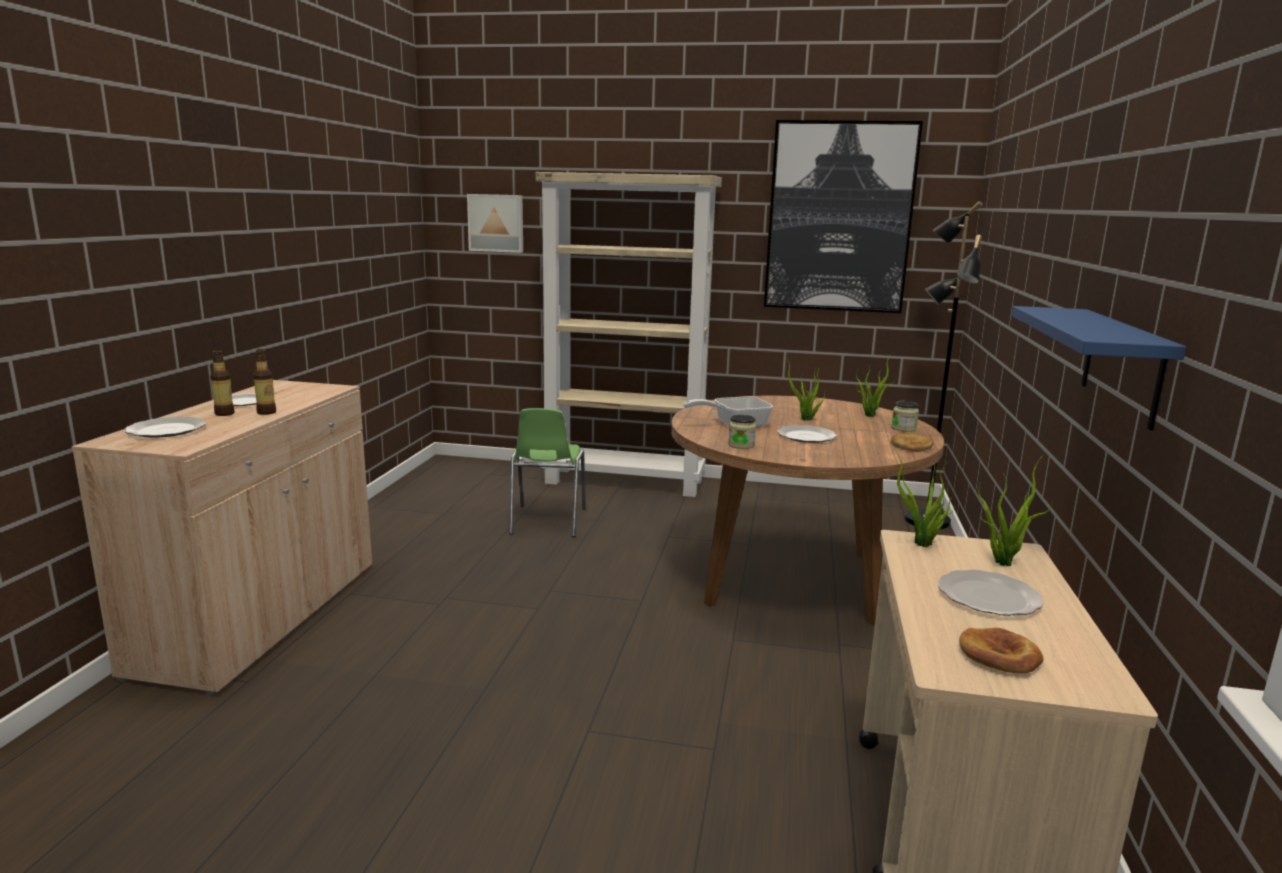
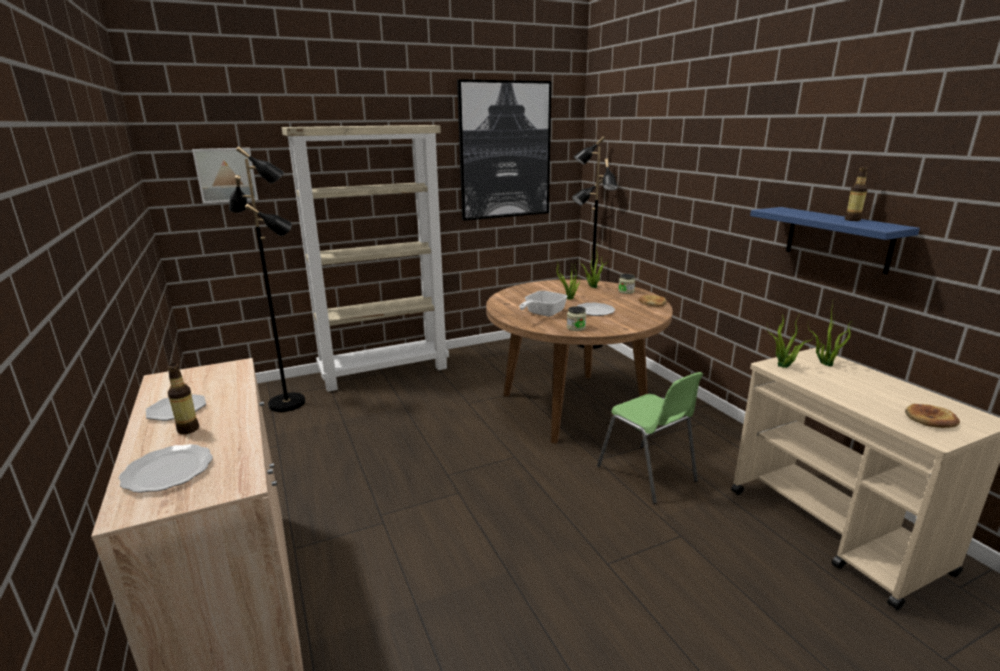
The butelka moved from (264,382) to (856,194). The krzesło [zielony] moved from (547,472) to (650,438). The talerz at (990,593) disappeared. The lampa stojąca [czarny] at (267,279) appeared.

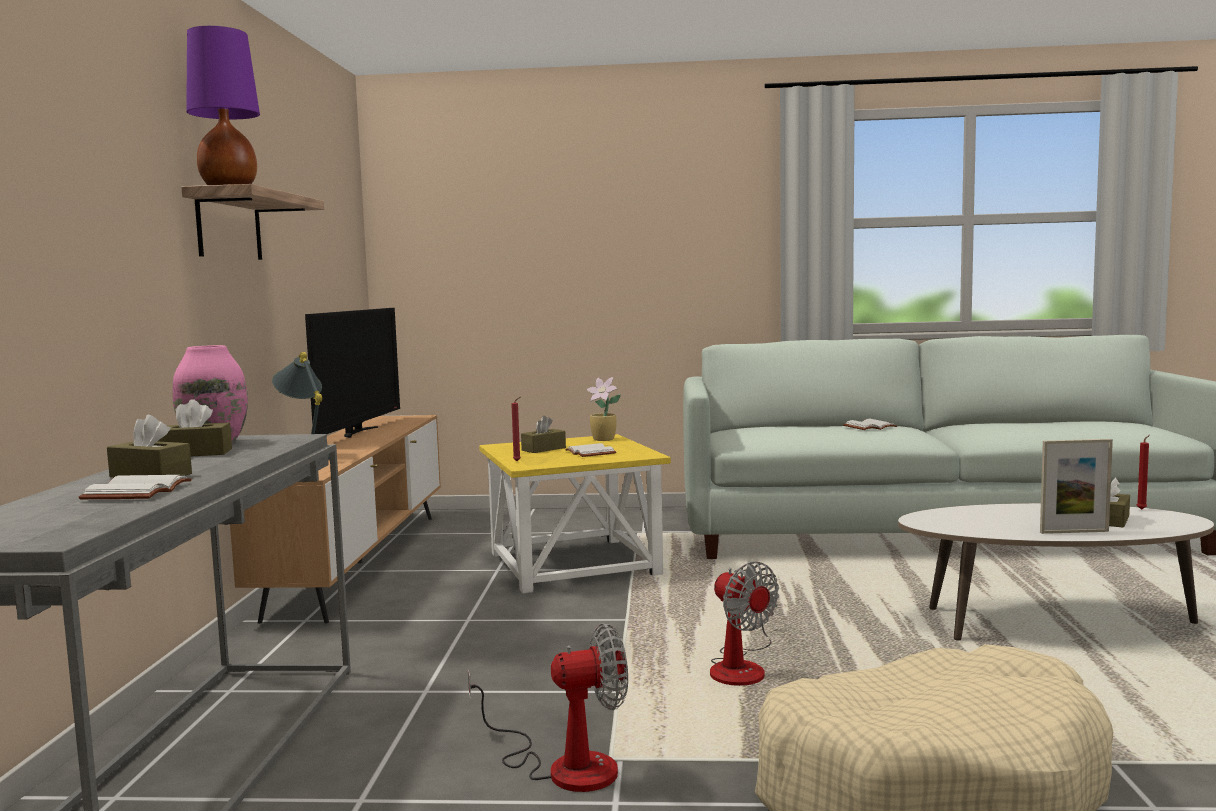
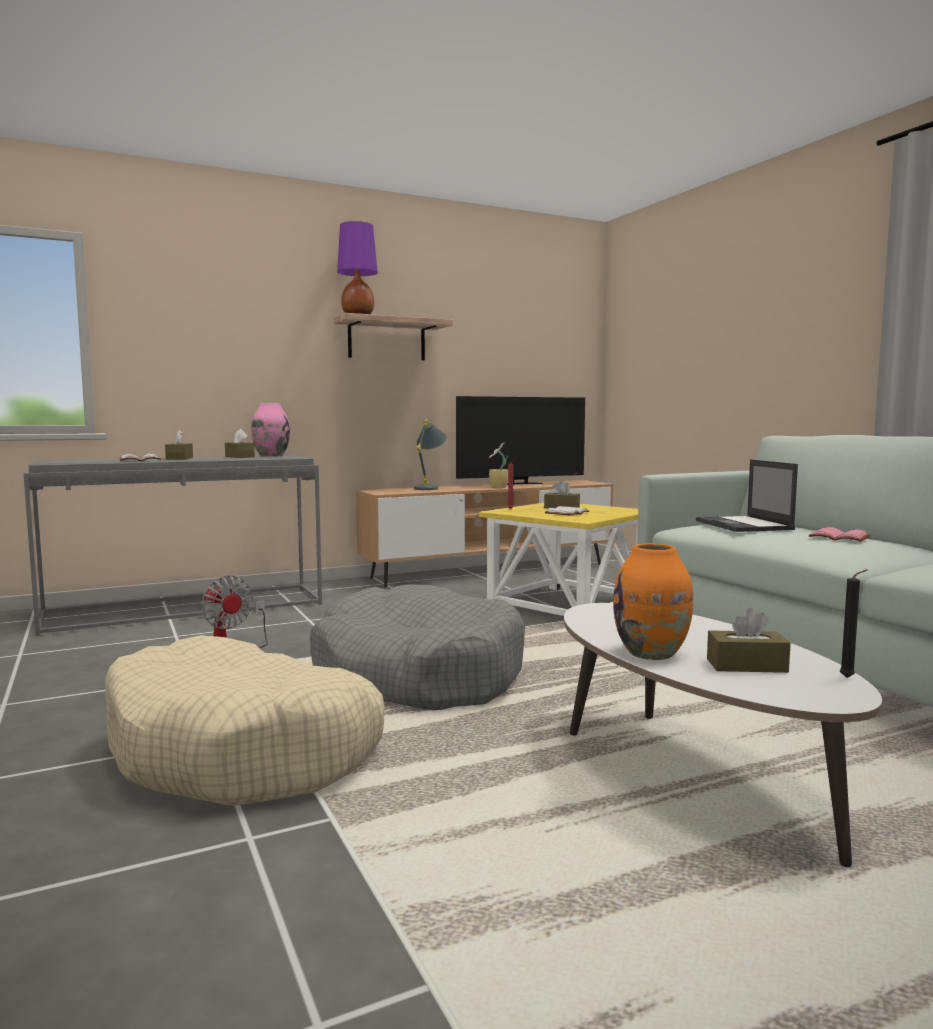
The roślina doniczkowa moved from (604,409) to (498,465). The książka [biały] at (870,424) became the książka [różowy] at (839,534). The świeca [czerwony] at (1143,472) became the świeca [czarny] at (854,623). The ramka na zdjęcie at (1076,486) was replaced by the wazon [pomarańczowy] at (653,601). The wentylator at (744,623) was replaced by the legowisko [szary] at (417,647). The laptop at (747,495) appeared.

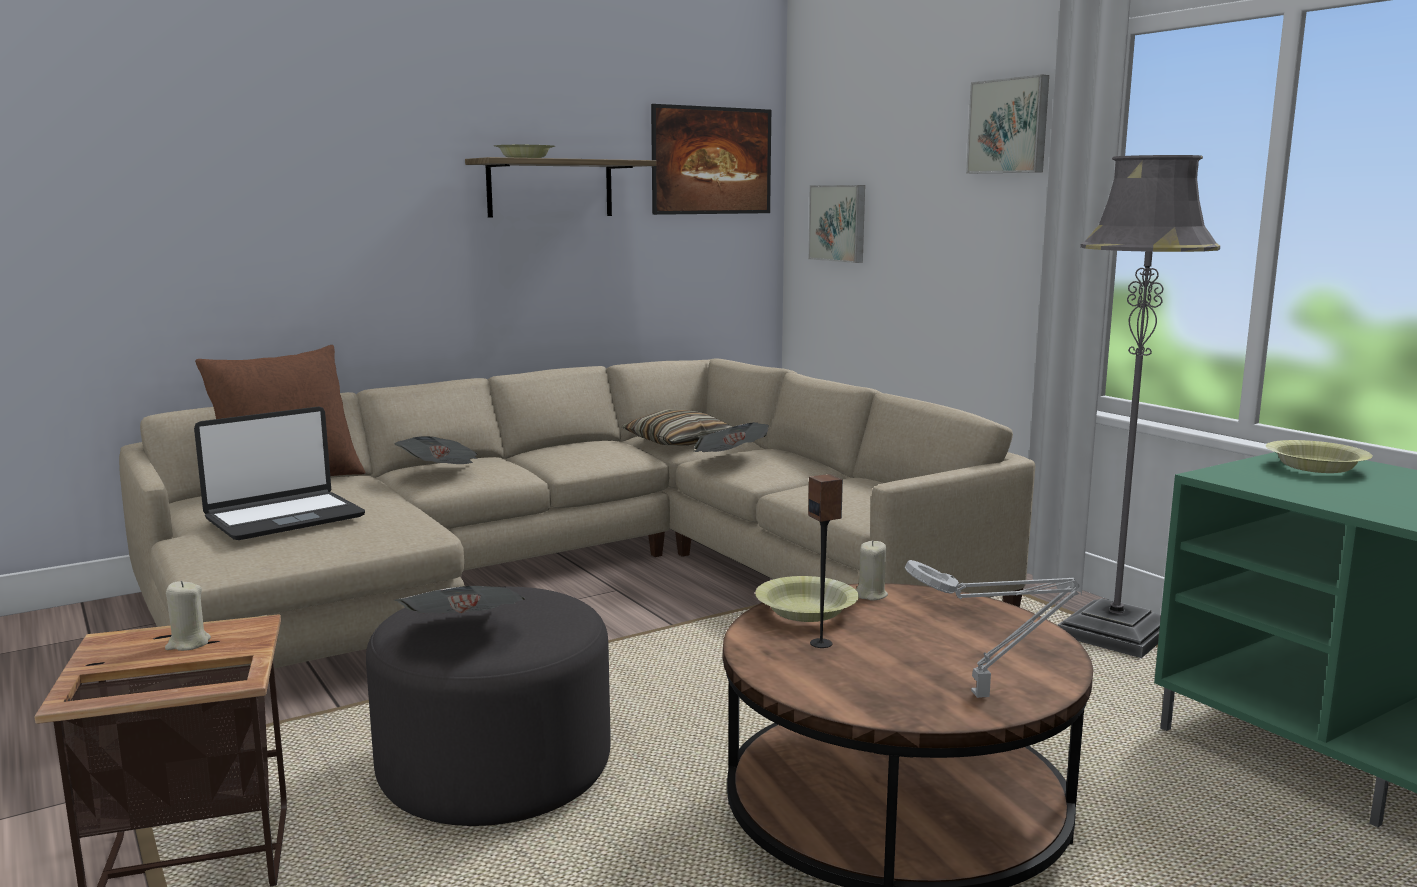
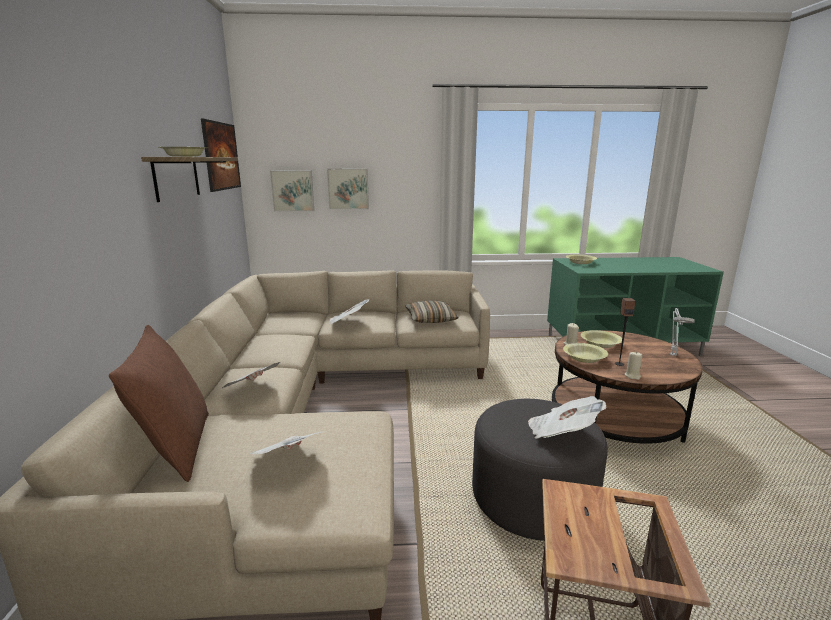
The obraz moved from (1007,124) to (348,188). The lampa stojąca [szary] at (1139,406) disappeared. The laptop at (279,473) was replaced by the gazeta at (287,443). The poduszka moved from (677,427) to (432,311). The świeca [beżowy] moved from (188,616) to (634,365). The miska [żółty] at (601,339) appeared.

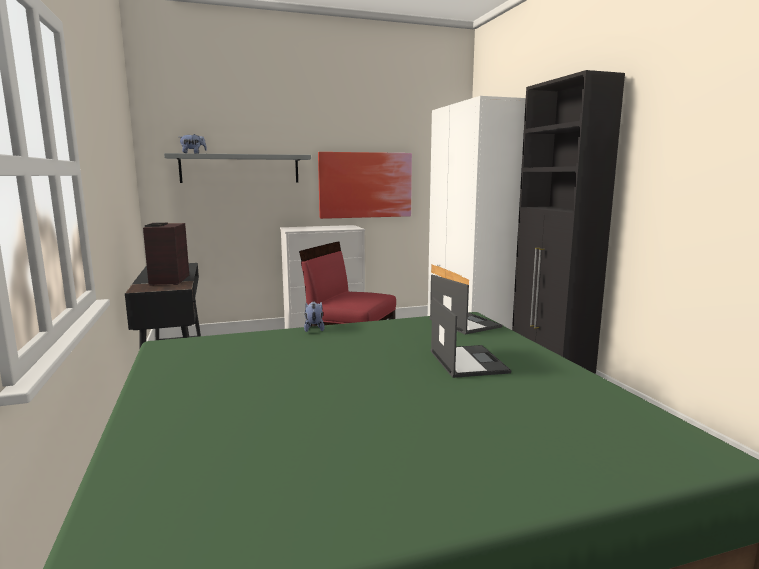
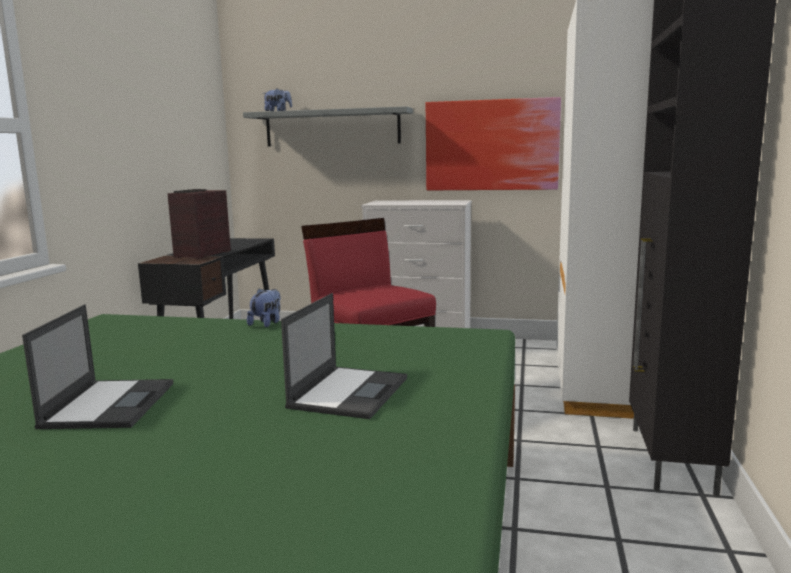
The laptop moved from (466,304) to (97,366).

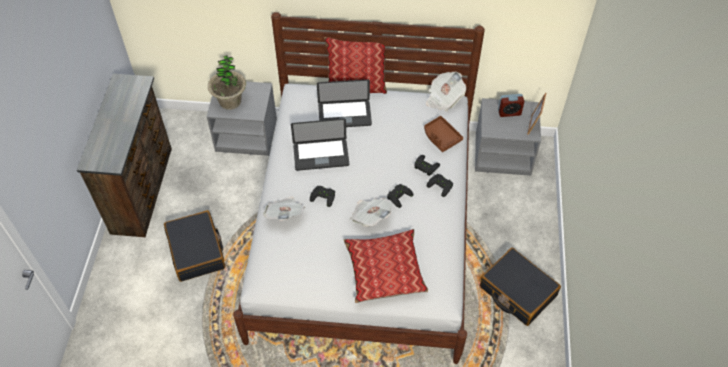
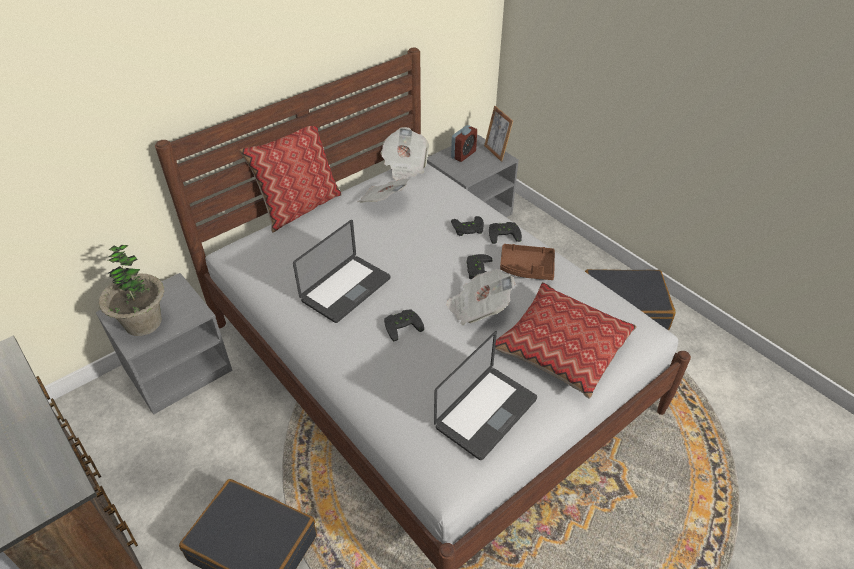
The laptop moved from (344,103) to (485,395). The taca [brązowy] moved from (443,134) to (527,262). The gazeta moved from (284,209) to (383,191).

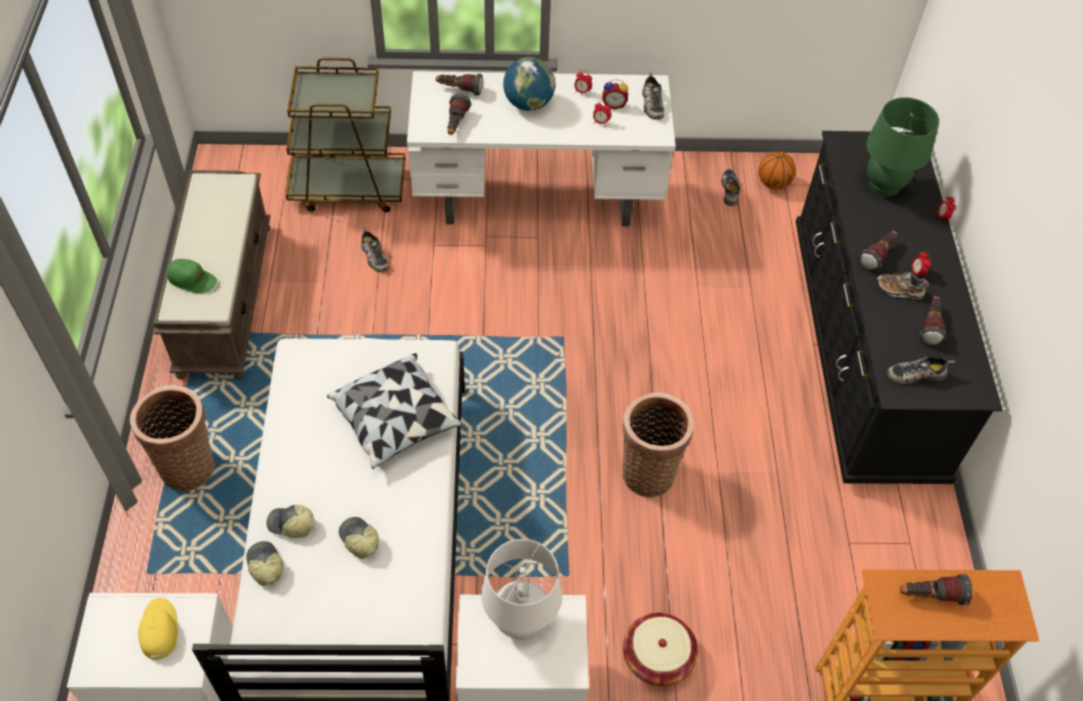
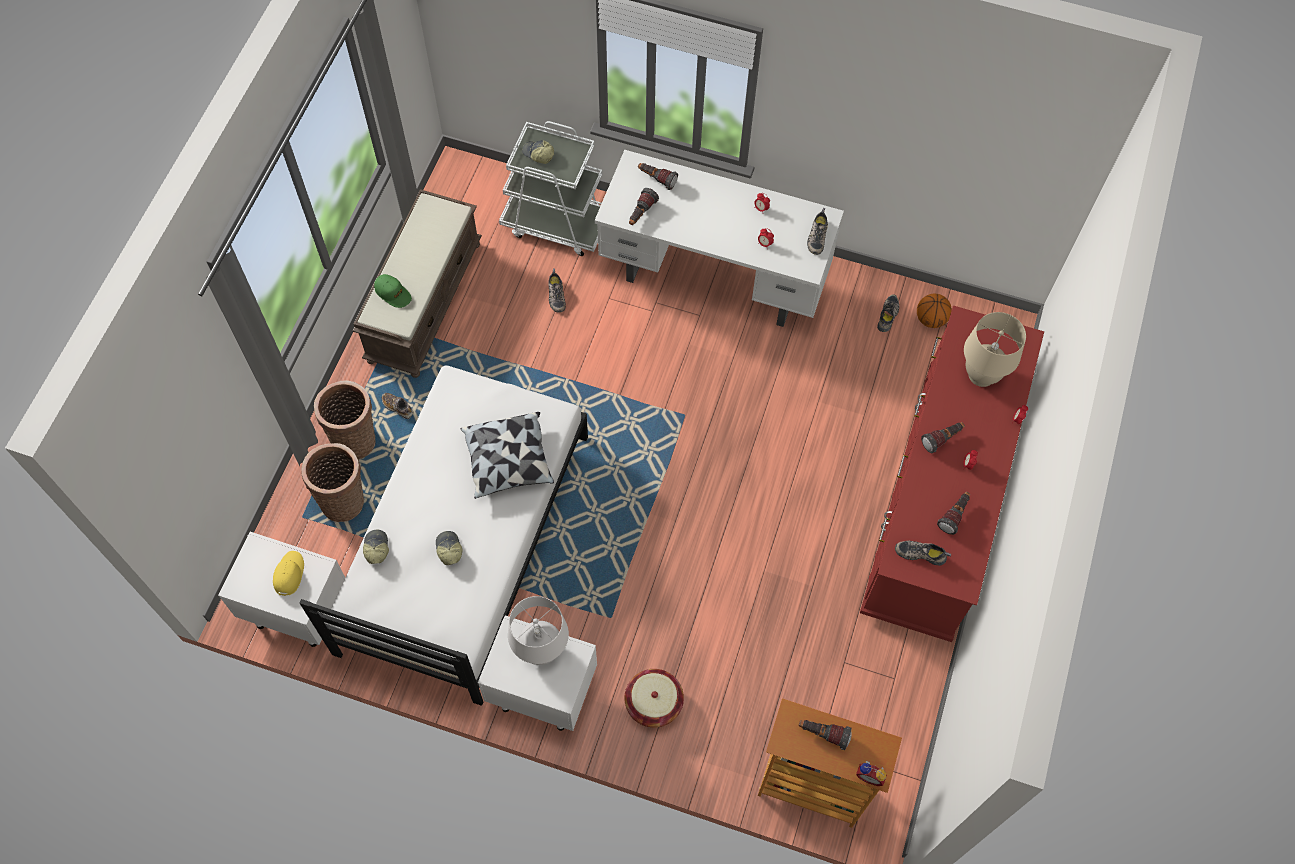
The globus at (529,84) disappeared. The wózek [brązowy] at (345,135) became the wózek [biały] at (550,188). The budzik moved from (615,94) to (871,773). The lampa stołowa [zielony] at (903,147) became the lampa stołowa [beżowy] at (995,349). The komoda [czarny] at (899,307) became the komoda [czerwony] at (952,474). The but moved from (903,285) to (397,406). The koszyk moved from (658,445) to (332,482). The czapka z daszkiem moved from (290,521) to (538,152).

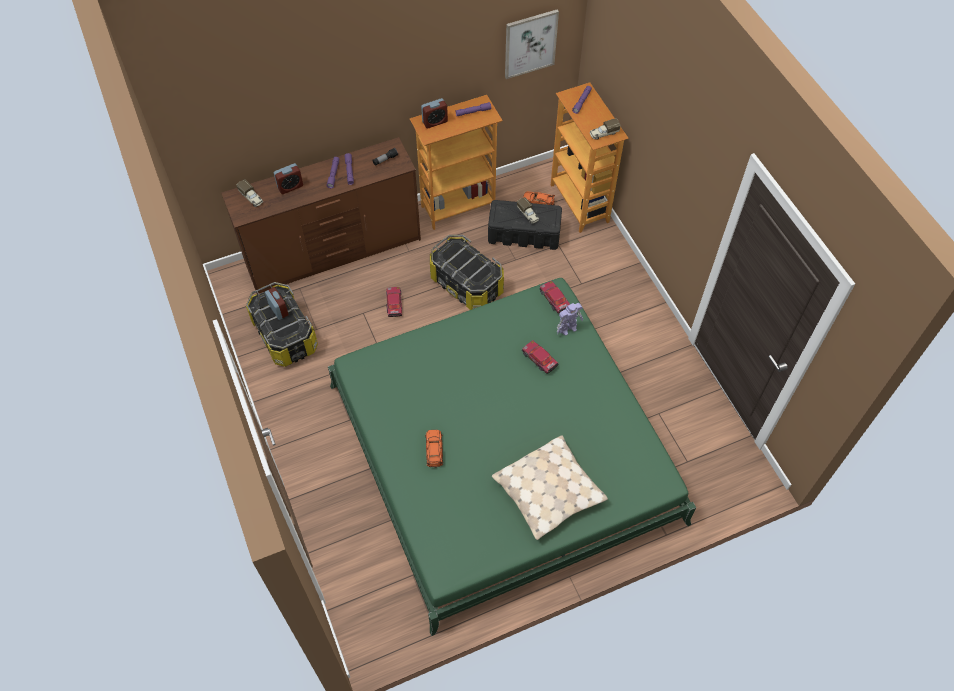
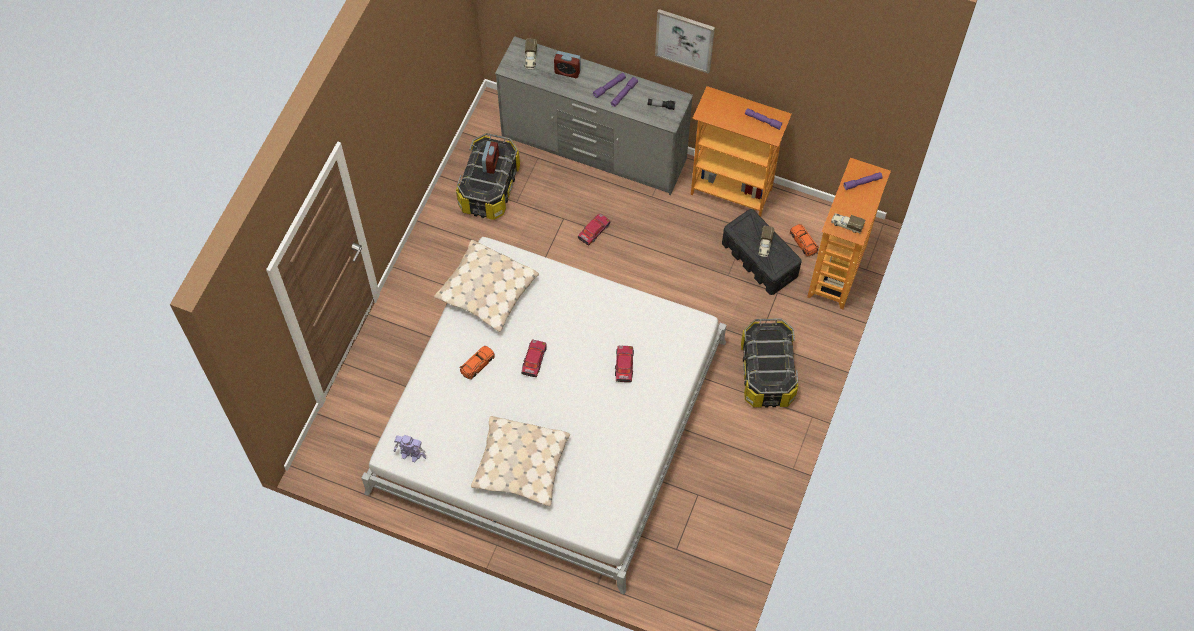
The obraz moved from (532,44) to (685,41). The budzik at (434,113) disappeared. The komoda [brązowy] at (321,216) became the komoda [szary] at (594,115). The pojemnik do przechowywania moved from (467,272) to (769,363). The łóżko [zielony] at (512,457) became the łóżko [biały] at (544,416). The samochodzik moved from (554,297) to (534,358). The robot zabawkowy moved from (570,319) to (409,448). The poduszka [beżowy] at (486,286) appeared.

